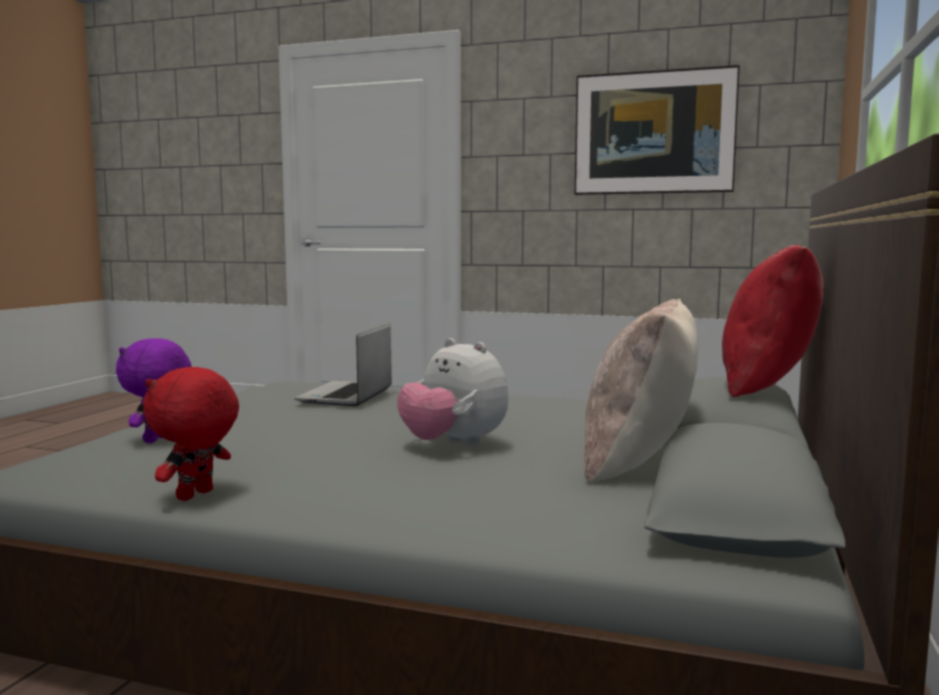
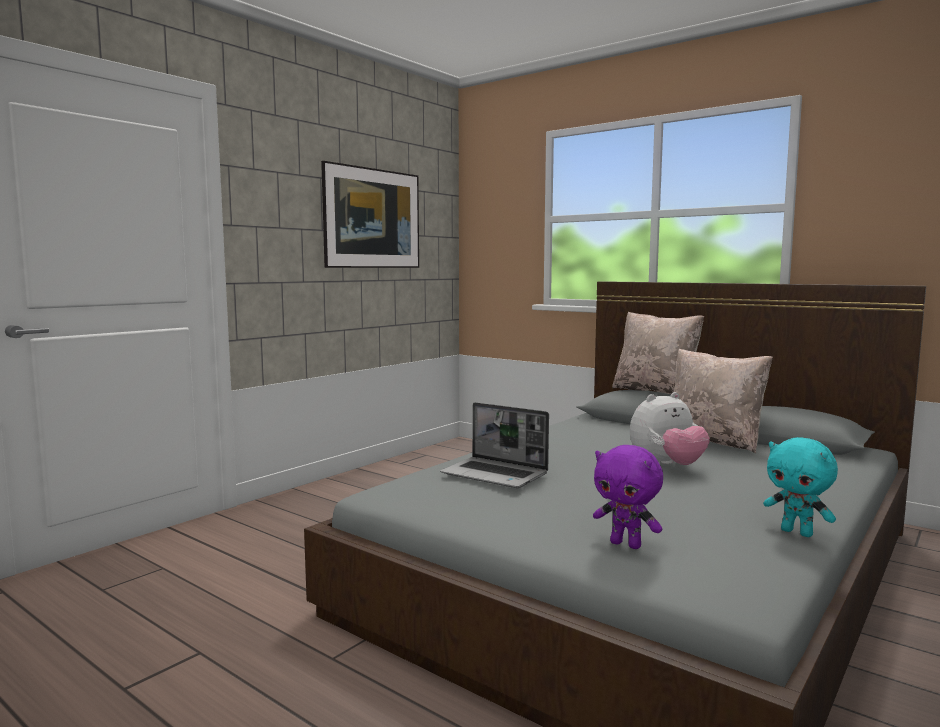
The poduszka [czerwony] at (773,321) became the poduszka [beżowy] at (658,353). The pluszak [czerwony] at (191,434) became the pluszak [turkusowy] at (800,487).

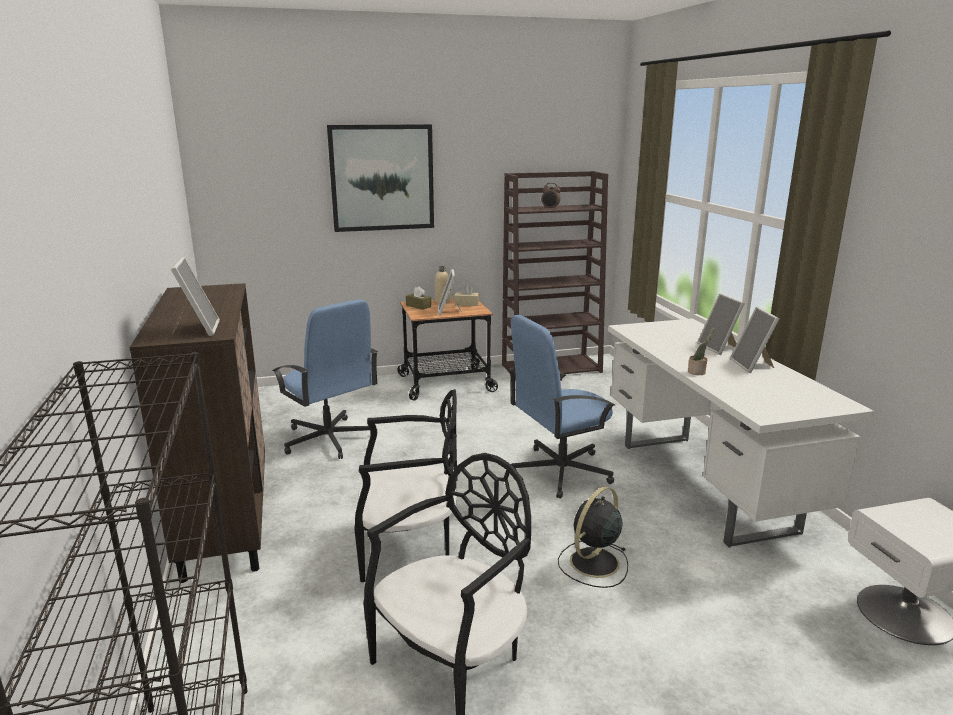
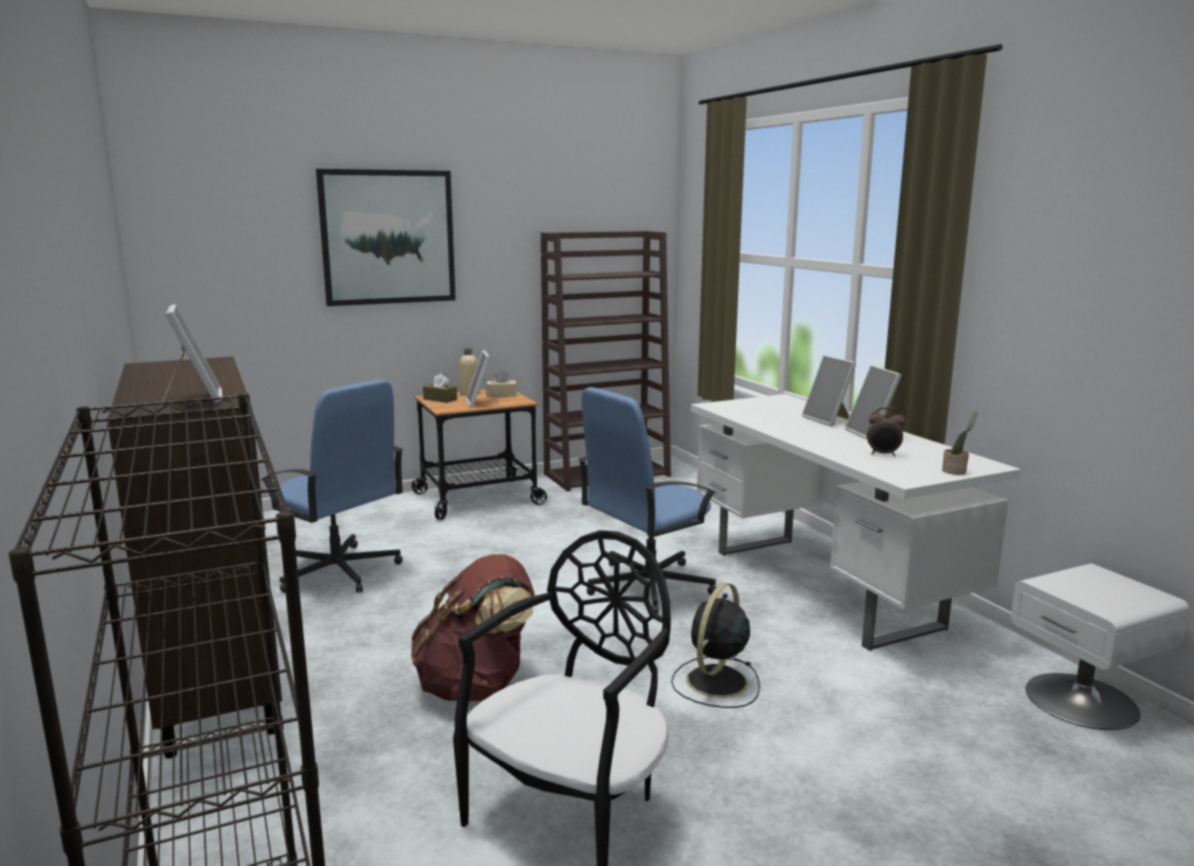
The budzik moved from (551,196) to (886,431). The roślina doniczkowa moved from (701,351) to (959,442). The krzesło [czarny] at (406,485) was replaced by the plecak [brązowy] at (473,627).

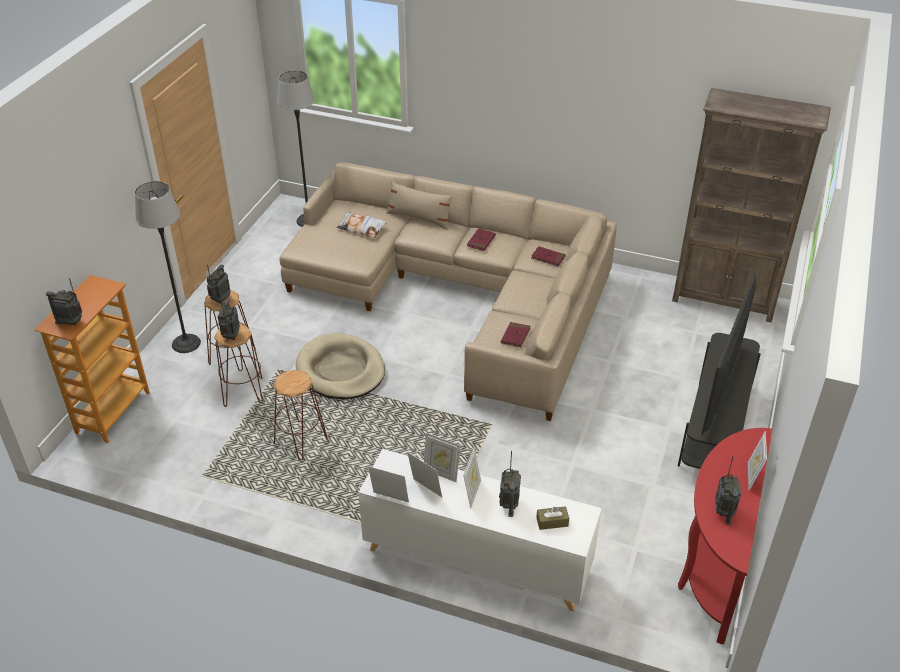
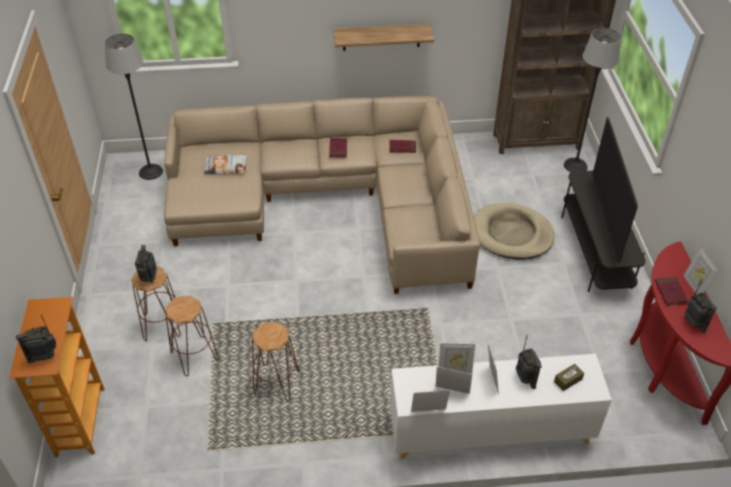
The lampa stojąca moved from (168,267) to (592,100). The poduszka [beżowy] at (419,205) disappeared. The radio at (229,320) disappeared. The książka [czerwony] moved from (515,334) to (671,291). The legowisko [beżowy] moved from (340,366) to (514,231). The półka at (383,37) appeared.

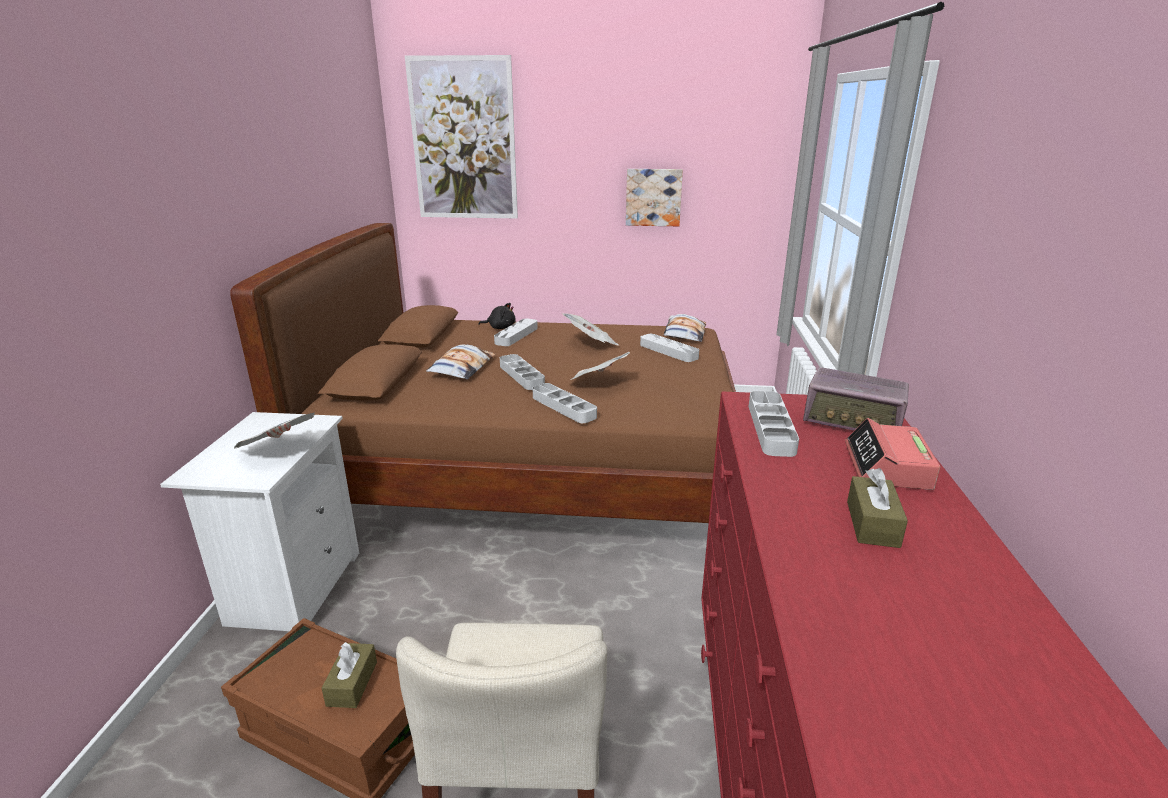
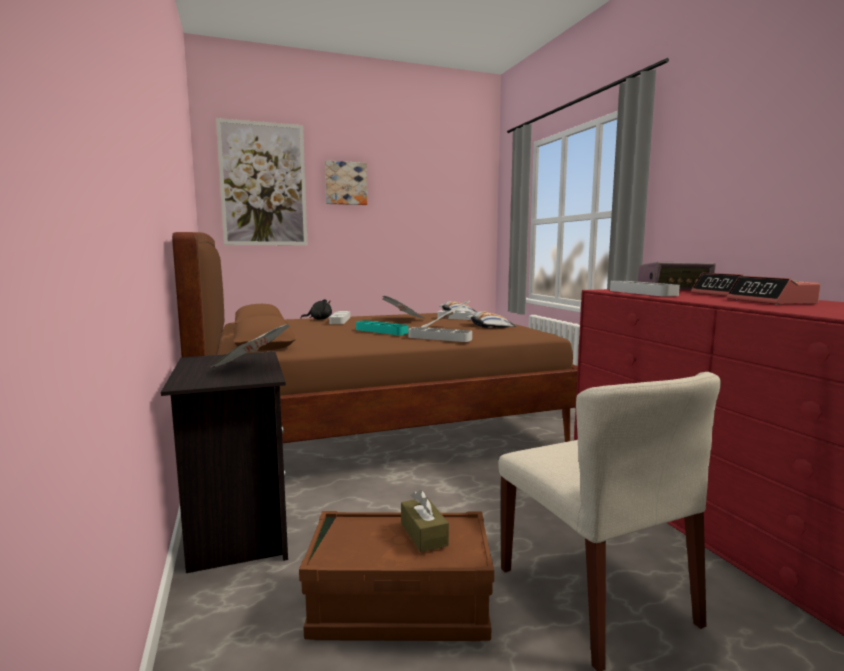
The obraz moved from (654,197) to (346,182). The poduszka moved from (460,362) to (492,319). The taca [szary] at (522,372) became the taca [turkusowy] at (382,328). The szafka nocna [biały] at (259,521) became the szafka nocna [czarny] at (224,462). The pudełko chusteczek [brązowy] at (877,508) was replaced by the budzik at (773,290).

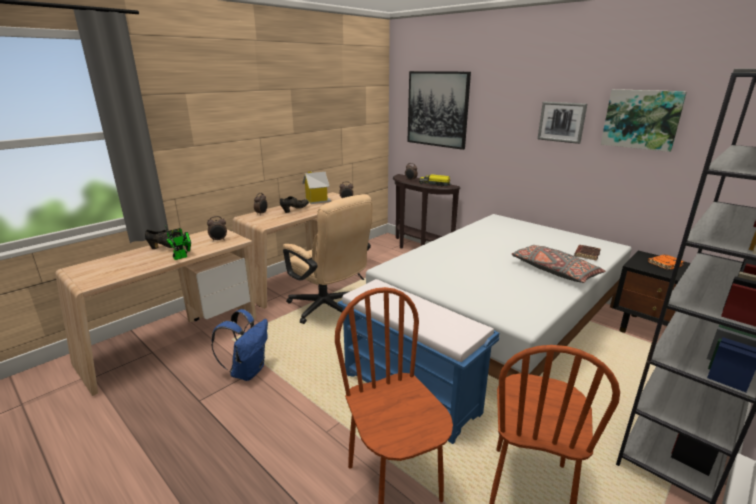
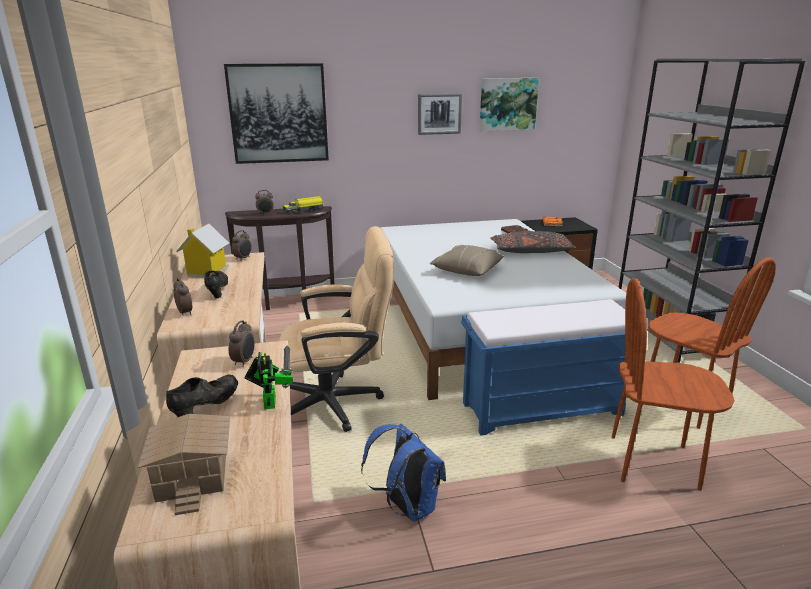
The poduszka [beżowy] at (467,260) appeared. The domek at (184,464) appeared.

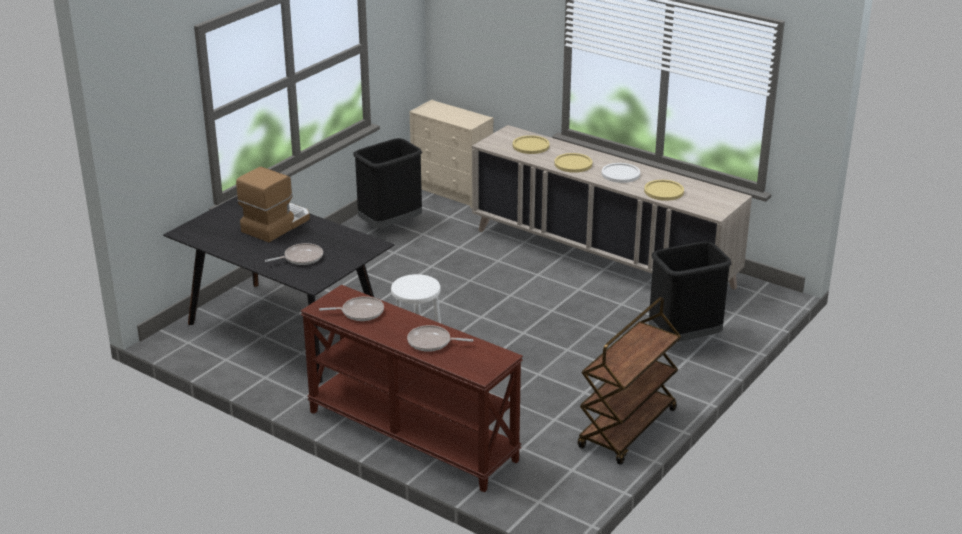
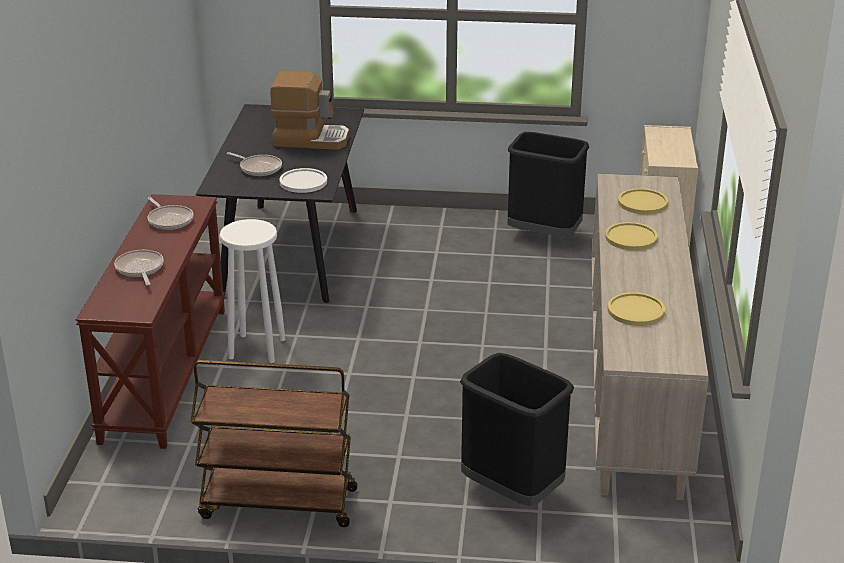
The talerz [biały] moved from (621,173) to (303,180).

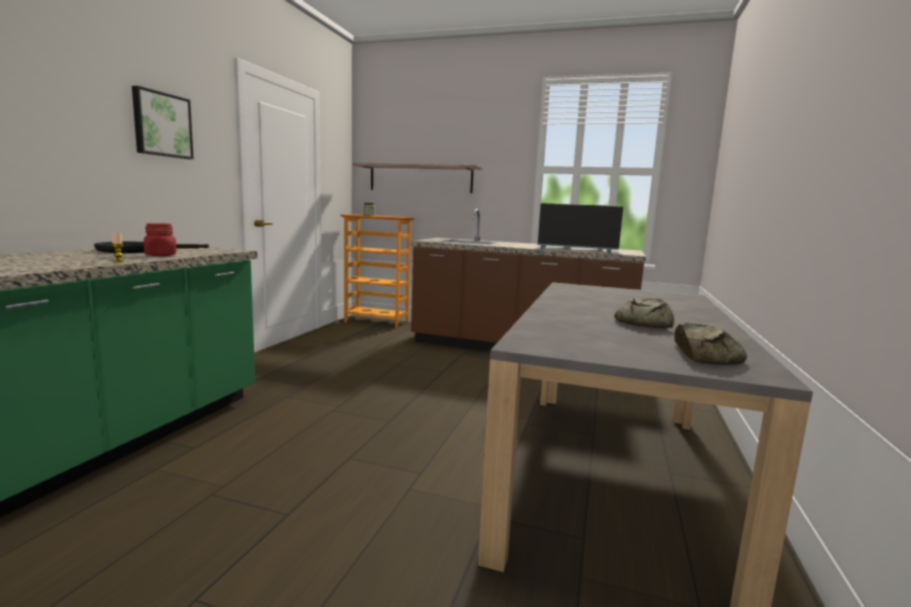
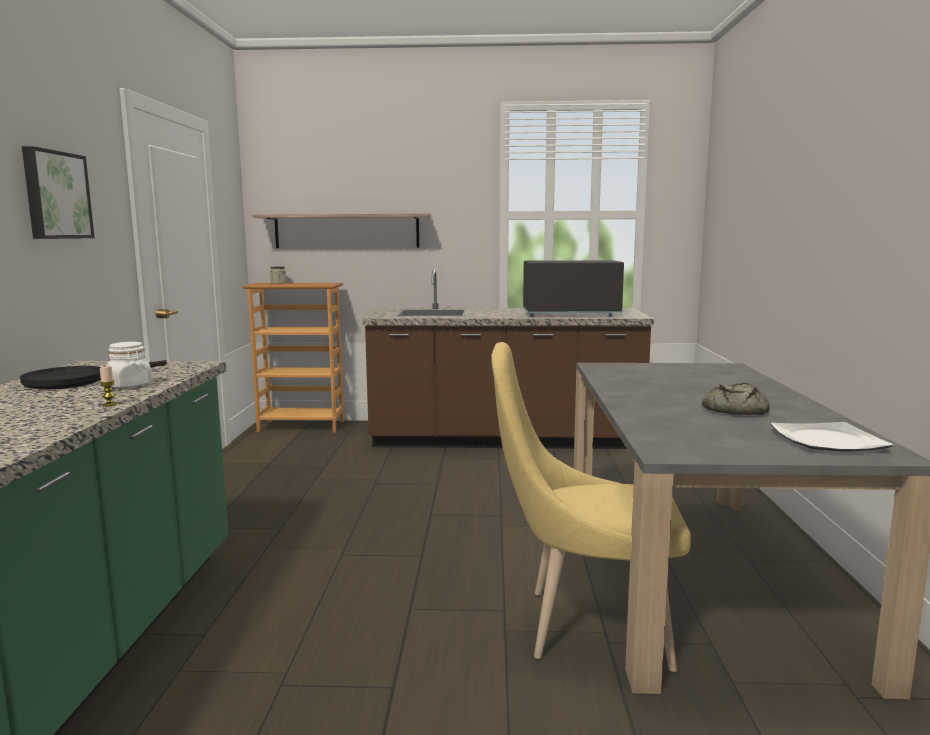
The słoik [czerwony] at (160,239) became the słoik [biały] at (129,365). The chleb at (710,344) was replaced by the talerz at (832,437). The krzesło [żółty] at (591,507) appeared.

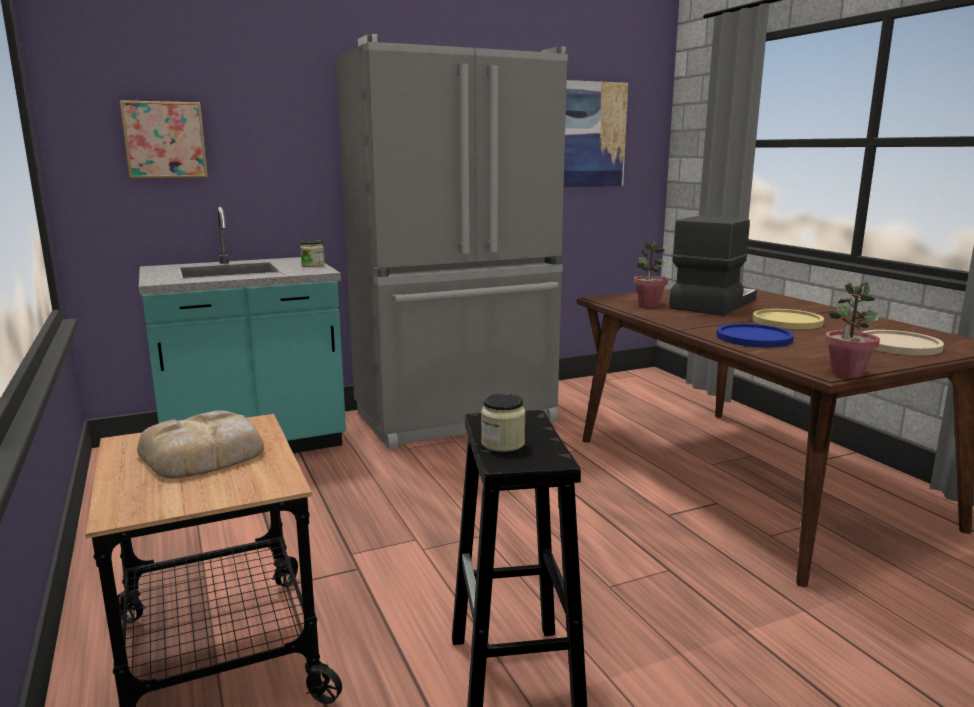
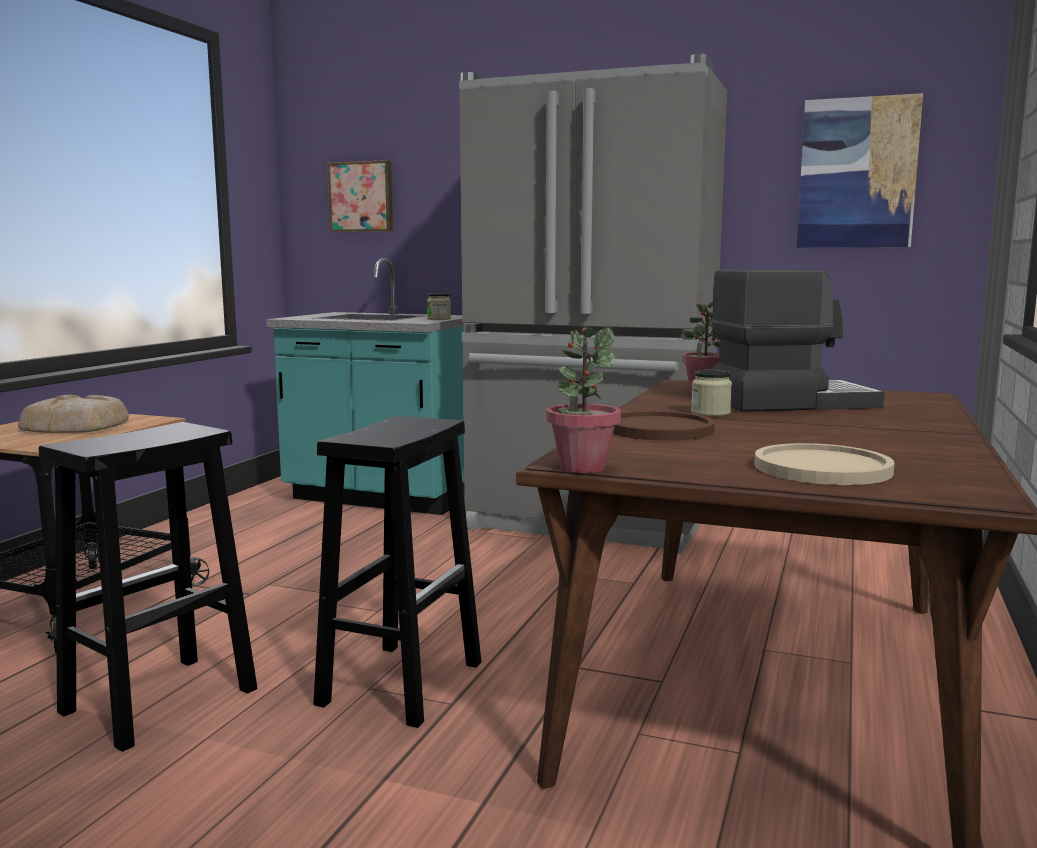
The talerz [żółty] at (788,319) disappeared. The talerz [niebieski] at (755,335) became the talerz [brązowy] at (664,426). The słoik moved from (503,422) to (711,393). The stołek [czarny] at (397,572) appeared.

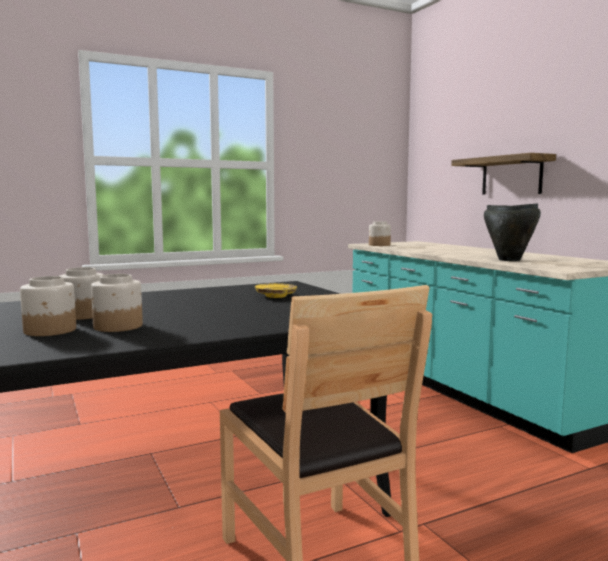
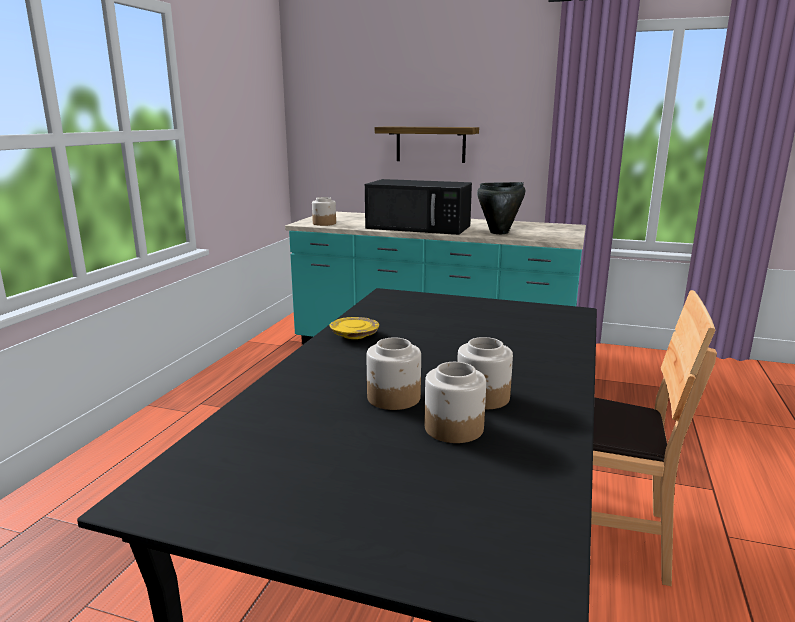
The talerz [żółty] moved from (276,290) to (354,328). The mikrofalówka [czarny] at (418,207) appeared.

